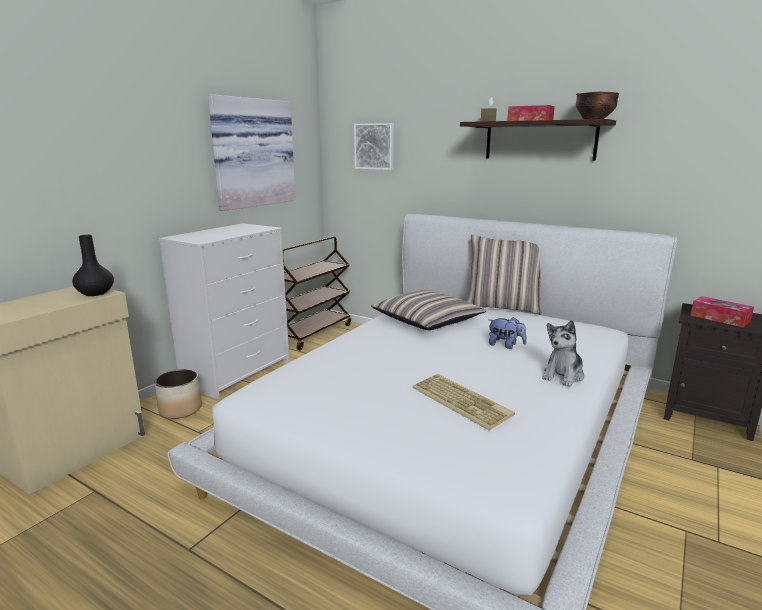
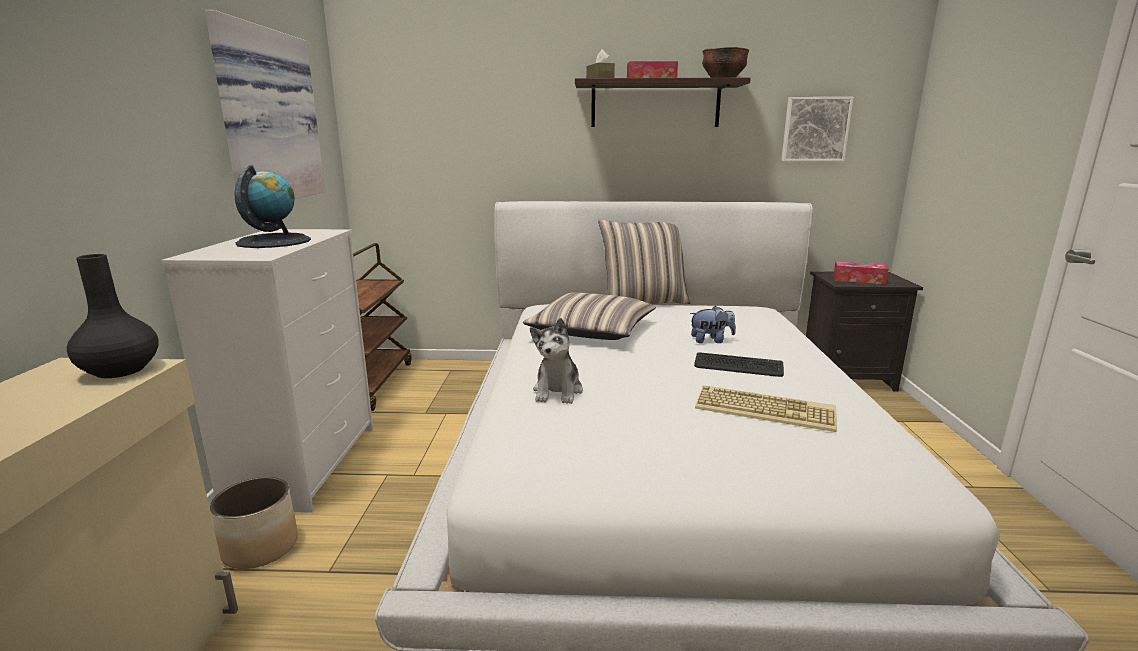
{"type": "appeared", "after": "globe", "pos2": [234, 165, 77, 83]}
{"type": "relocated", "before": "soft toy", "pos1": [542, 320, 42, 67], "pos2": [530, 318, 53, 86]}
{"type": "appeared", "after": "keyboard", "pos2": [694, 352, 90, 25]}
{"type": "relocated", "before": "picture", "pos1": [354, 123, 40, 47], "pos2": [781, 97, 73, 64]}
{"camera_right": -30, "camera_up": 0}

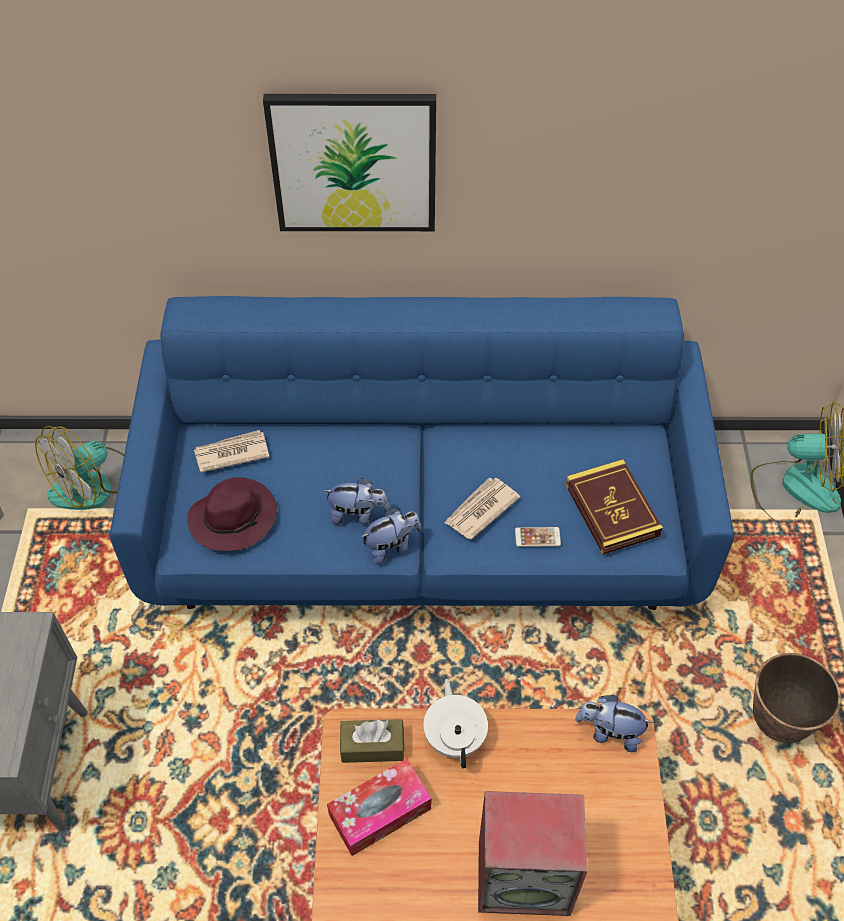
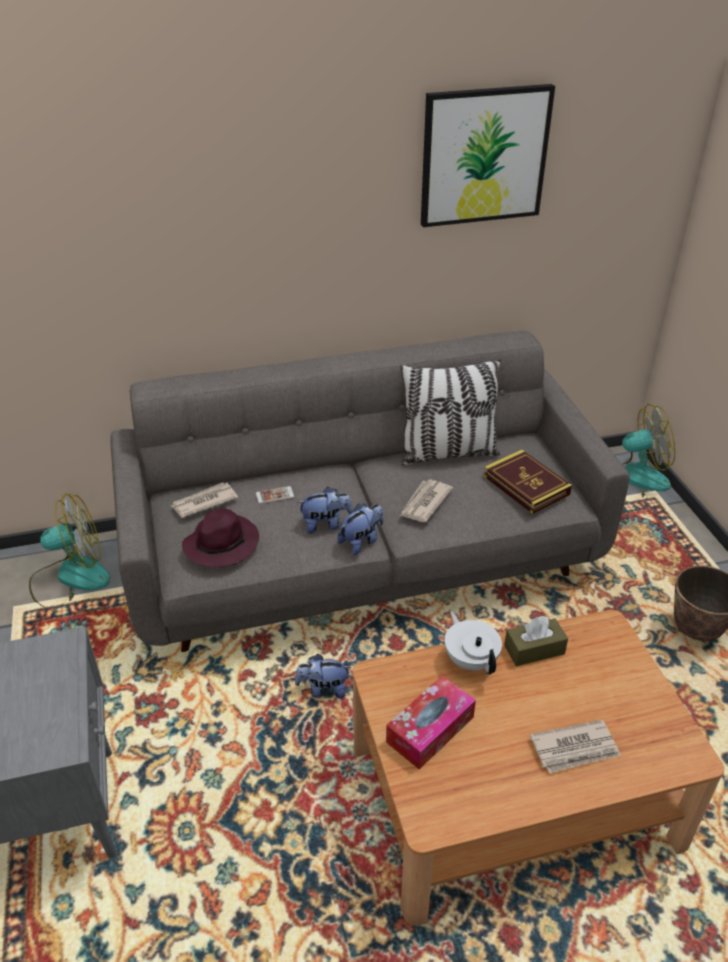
{"type": "spun", "before": "electric fan", "pos1": [35, 426, 89, 84], "pos2": [29, 493, 81, 118], "turn": -135}
{"type": "colour", "before": "settee in blue", "after": "settee in gray", "pos1": [109, 296, 625, 314], "pos2": [111, 331, 519, 321]}
{"type": "relocated", "before": "phone", "pos1": [515, 527, 46, 20], "pos2": [256, 486, 38, 18]}
{"type": "relocated", "before": "soft toy", "pos1": [575, 695, 79, 57], "pos2": [295, 654, 56, 45]}
{"type": "appeared", "after": "pillow", "pos2": [400, 359, 101, 106]}
{"type": "relocated", "before": "picture", "pos1": [263, 94, 173, 137], "pos2": [421, 84, 134, 143]}
{"type": "relocated", "before": "tissue box in brown-coloured", "pos1": [340, 719, 64, 44], "pos2": [504, 616, 64, 50]}
{"type": "exchanged", "before": "speaker", "after": "printed paper", "pos1": [478, 791, 110, 125], "pos2": [530, 720, 91, 54]}
{"camera_right": -15, "camera_up": -15}

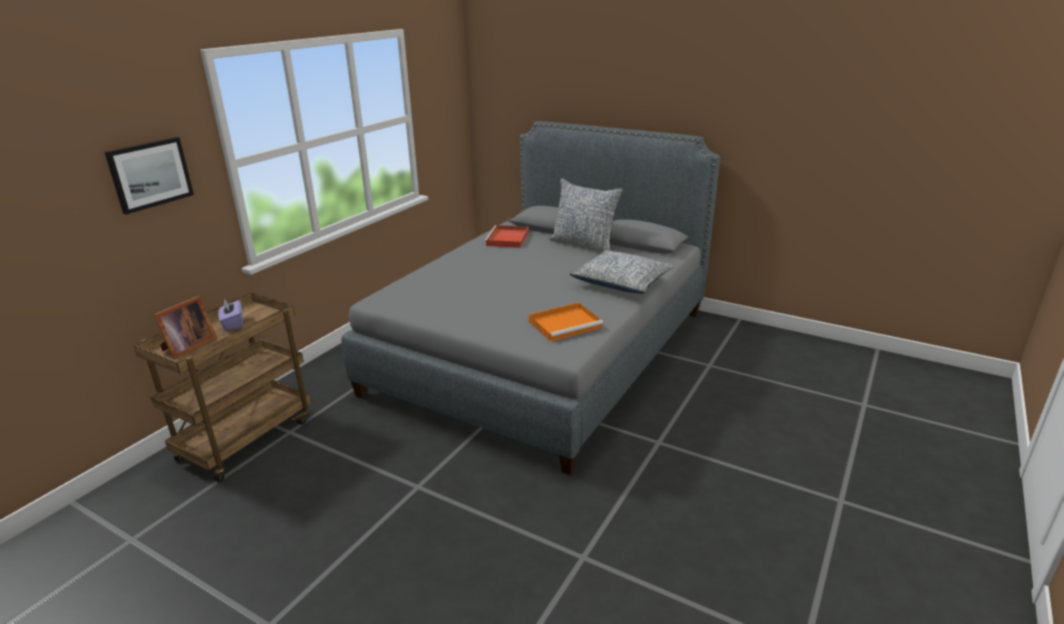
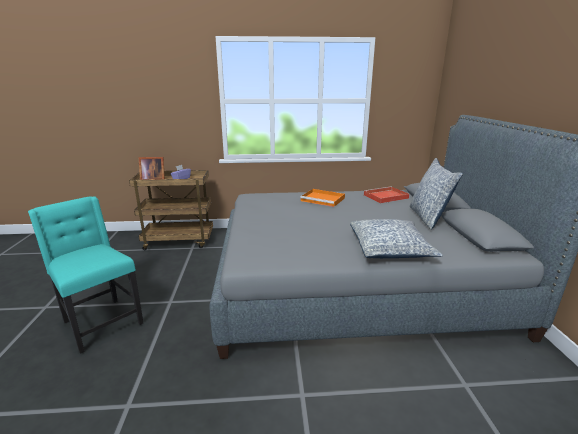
{"type": "appeared", "after": "chair in blue-green", "pos2": [28, 196, 115, 158]}
{"type": "relocated", "before": "tray in orange-coloured", "pos1": [529, 302, 74, 39], "pos2": [300, 189, 45, 18]}
{"type": "missing", "before": "picture", "pos1": [105, 137, 89, 78]}
{"camera_right": 55, "camera_up": -5}

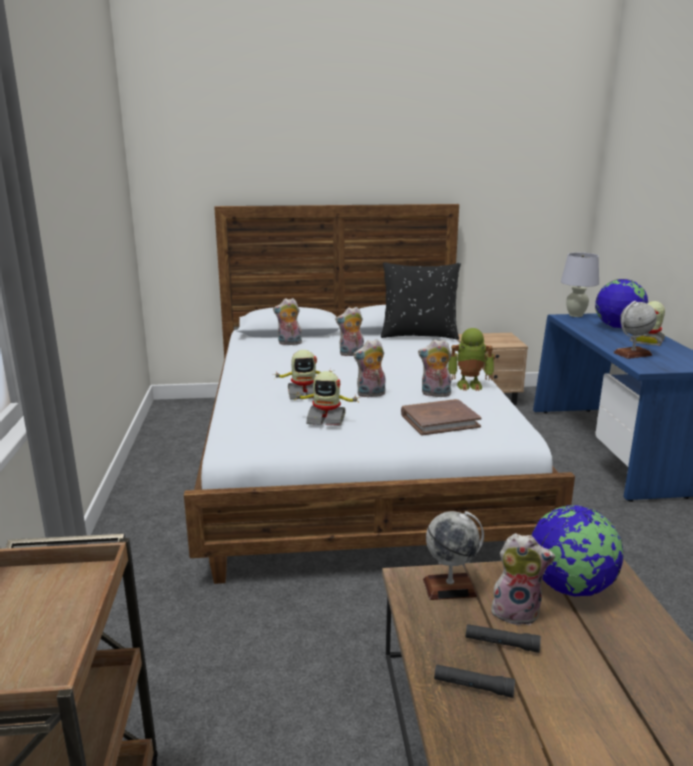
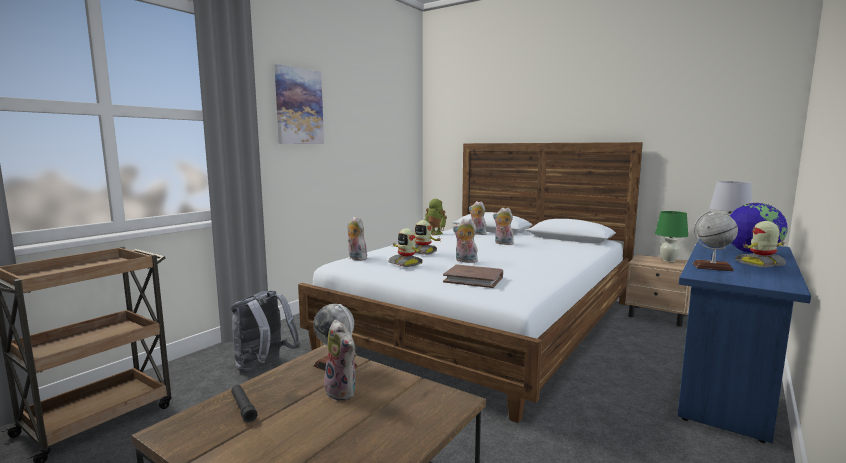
{"type": "appeared", "after": "rucksack in gray", "pos2": [231, 291, 70, 81]}
{"type": "appeared", "after": "picture", "pos2": [274, 64, 50, 80]}
{"type": "relocated", "before": "soft toy", "pos1": [418, 340, 34, 57], "pos2": [348, 216, 19, 45]}
{"type": "relocated", "before": "toy robot", "pos1": [448, 328, 47, 63], "pos2": [425, 199, 22, 36]}
{"type": "appeared", "after": "lamp for a table in greenish", "pos2": [655, 211, 33, 51]}
{"type": "missing", "before": "pillow in blackish", "pos1": [381, 262, 80, 78]}
{"type": "missing", "before": "hand torch in blackish", "pos1": [466, 624, 75, 29]}
{"type": "missing", "before": "globe", "pos1": [531, 505, 92, 92]}
{"camera_right": 40, "camera_up": -10}

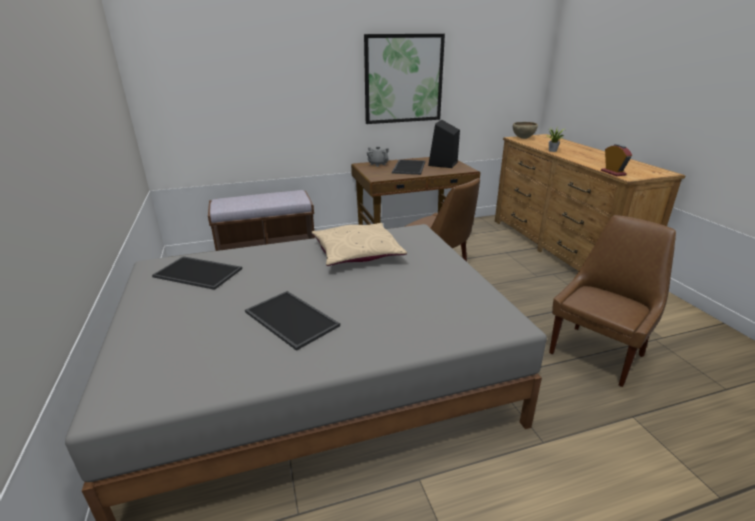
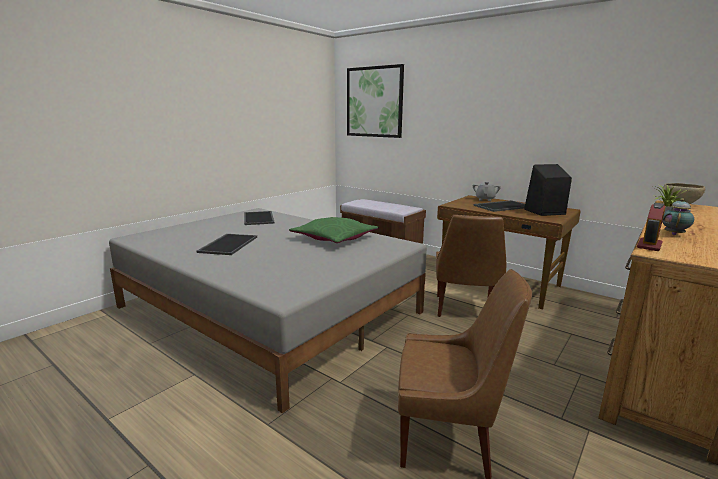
{"type": "colour", "before": "pillow in beige", "after": "pillow in greenish", "pos1": [311, 223, 96, 43], "pos2": [289, 217, 90, 26]}
{"type": "relocated", "before": "picture", "pos1": [364, 34, 81, 90], "pos2": [347, 64, 57, 74]}
{"type": "appeared", "after": "tea pot", "pos2": [662, 198, 32, 37]}
{"camera_right": 55, "camera_up": -10}

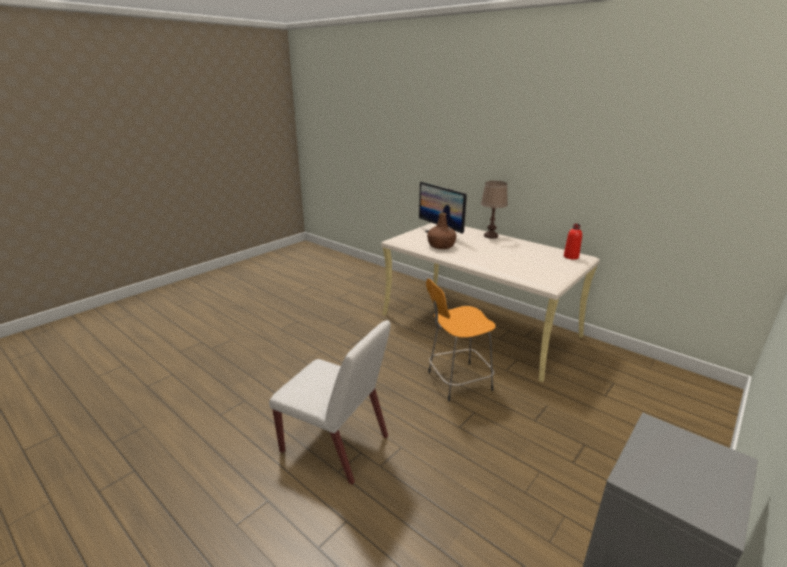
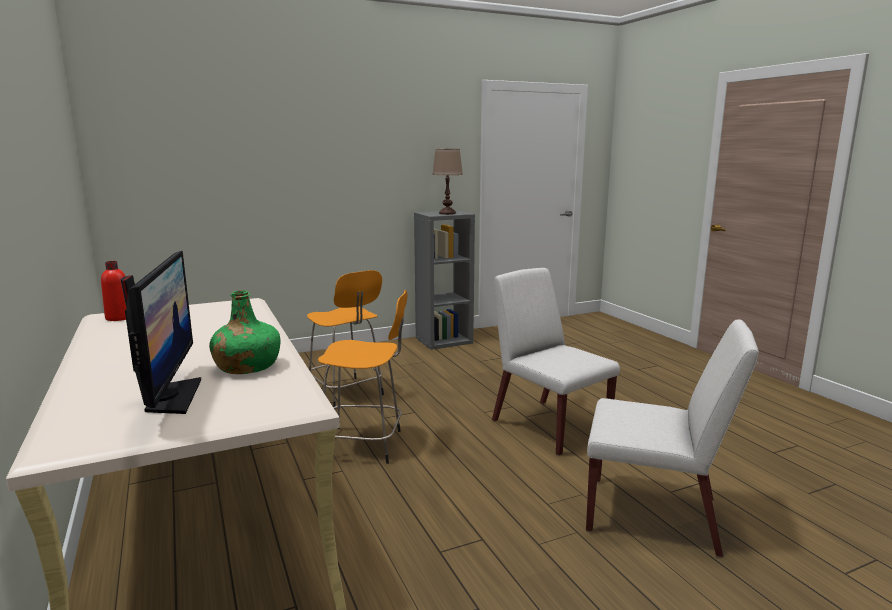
{"type": "colour", "before": "drink bottle in brown-coloured", "after": "drink bottle in greenish", "pos1": [427, 212, 29, 37], "pos2": [209, 290, 71, 84]}
{"type": "appeared", "after": "sitting stool in orange-coloured", "pos2": [307, 270, 77, 139]}
{"type": "relocated", "before": "lamp for a table in brown-coloured", "pos1": [481, 181, 27, 58], "pos2": [432, 149, 31, 66]}
{"type": "appeared", "after": "chair in white", "pos2": [586, 319, 173, 238]}
{"camera_right": -155, "camera_up": -10}

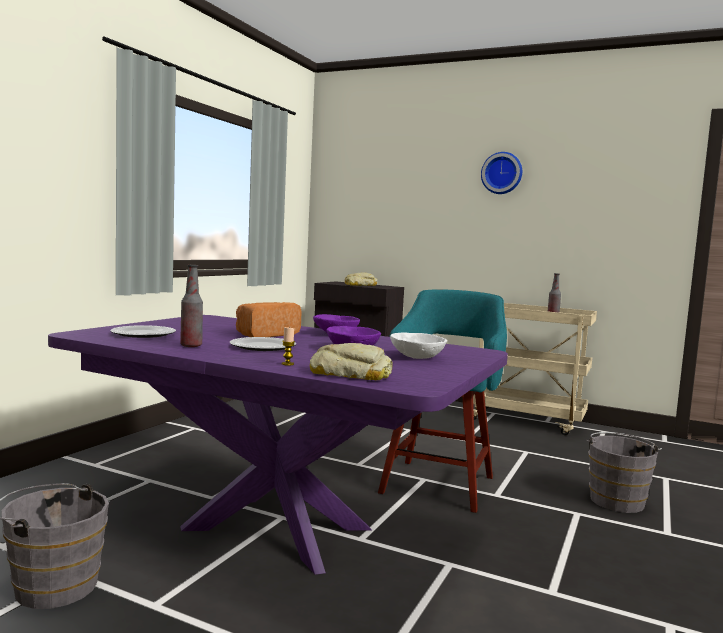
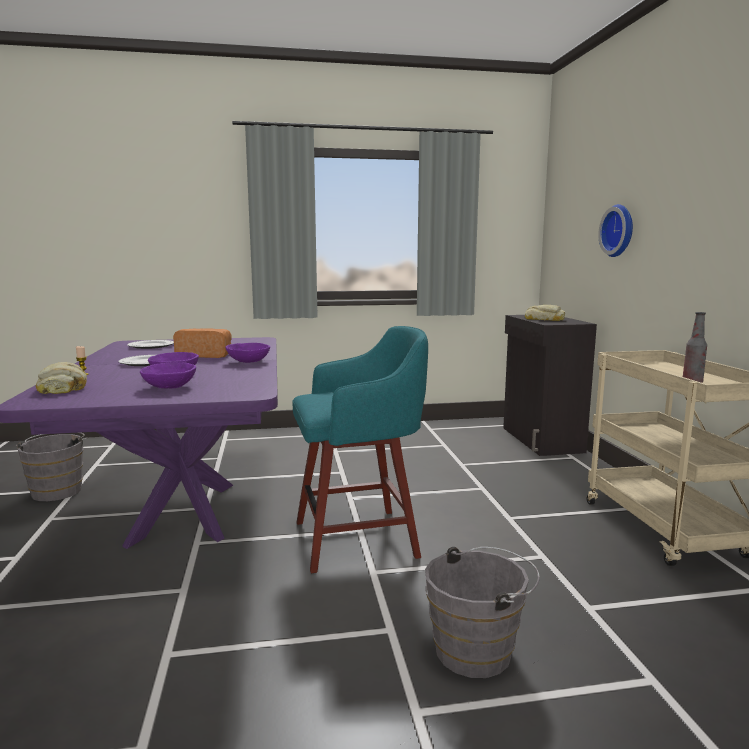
{"type": "colour", "before": "serving bowl in white", "after": "serving bowl in purple", "pos1": [390, 332, 57, 27], "pos2": [140, 362, 56, 27]}
{"type": "relocated", "before": "hanging clock", "pos1": [481, 152, 41, 42], "pos2": [598, 204, 35, 53]}
{"type": "missing", "before": "drink bottle", "pos1": [180, 265, 23, 82]}
{"camera_right": 55, "camera_up": 5}

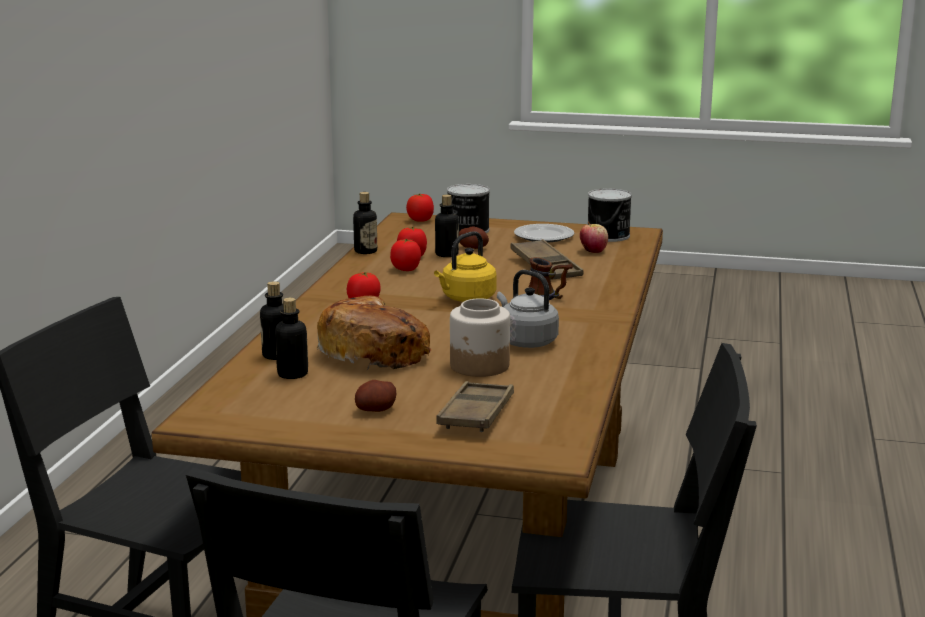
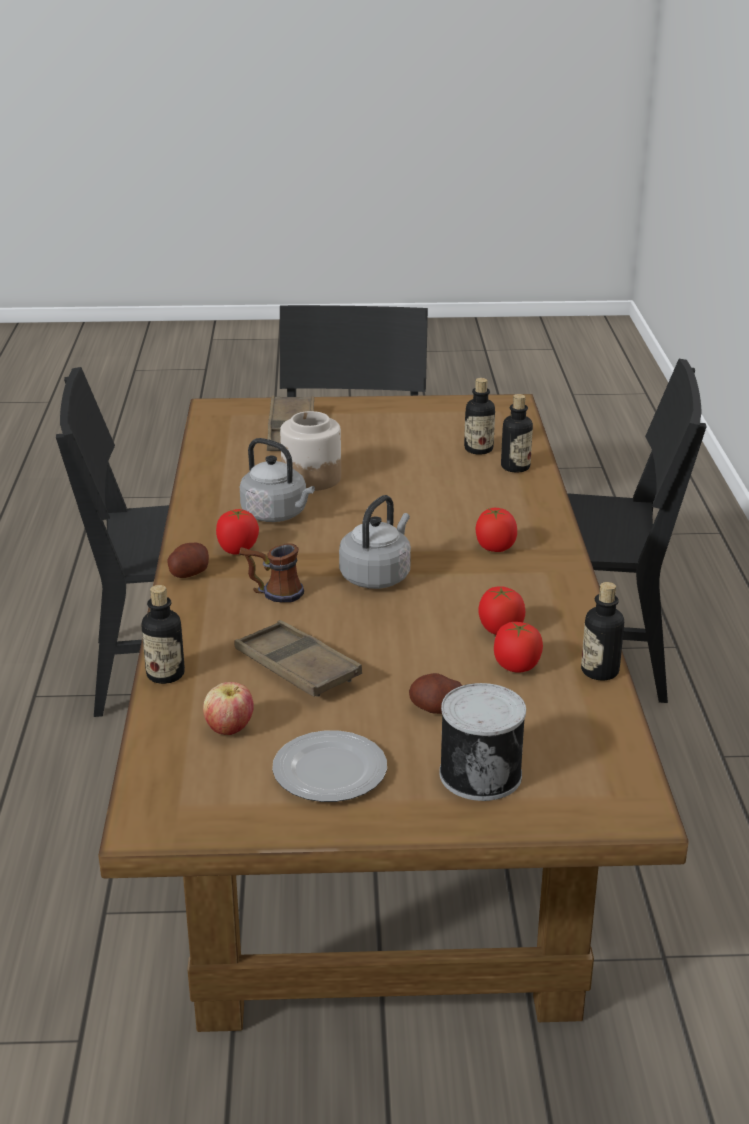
{"type": "relocated", "before": "drink bottle", "pos1": [435, 195, 24, 62], "pos2": [142, 585, 43, 99]}
{"type": "relocated", "before": "potato", "pos1": [355, 380, 41, 32], "pos2": [168, 542, 41, 36]}
{"type": "relocated", "before": "whole tomato", "pos1": [406, 193, 28, 29], "pos2": [216, 509, 43, 46]}
{"type": "colour", "before": "kettle in yellow-coloured", "after": "kettle in gray", "pos1": [434, 231, 63, 71], "pos2": [339, 495, 72, 94]}
{"type": "missing", "before": "bakery bread", "pos1": [317, 296, 115, 74]}
{"type": "missing", "before": "can", "pos1": [588, 188, 44, 54]}
{"camera_right": 165, "camera_up": 10}

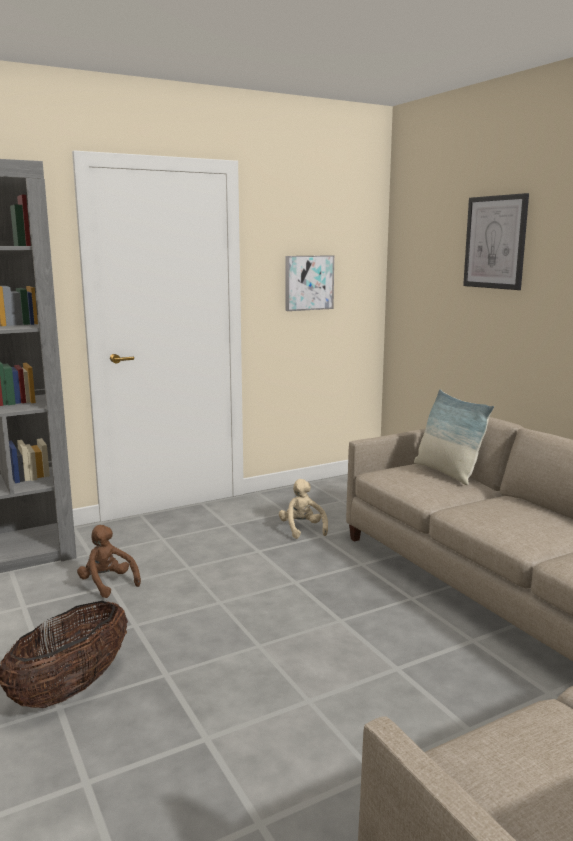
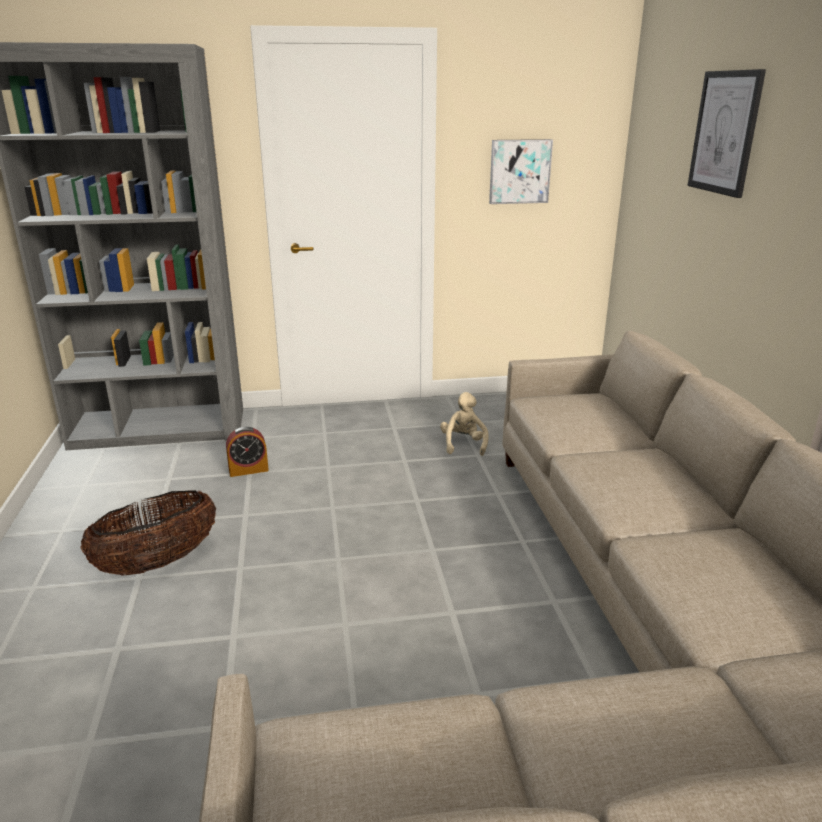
{"type": "exchanged", "before": "soft toy in brown-coloured", "after": "alarm clock", "pos1": [77, 525, 64, 73], "pos2": [226, 427, 43, 50]}
{"type": "missing", "before": "pillow", "pos1": [414, 389, 80, 96]}
{"camera_right": 20, "camera_up": 10}

